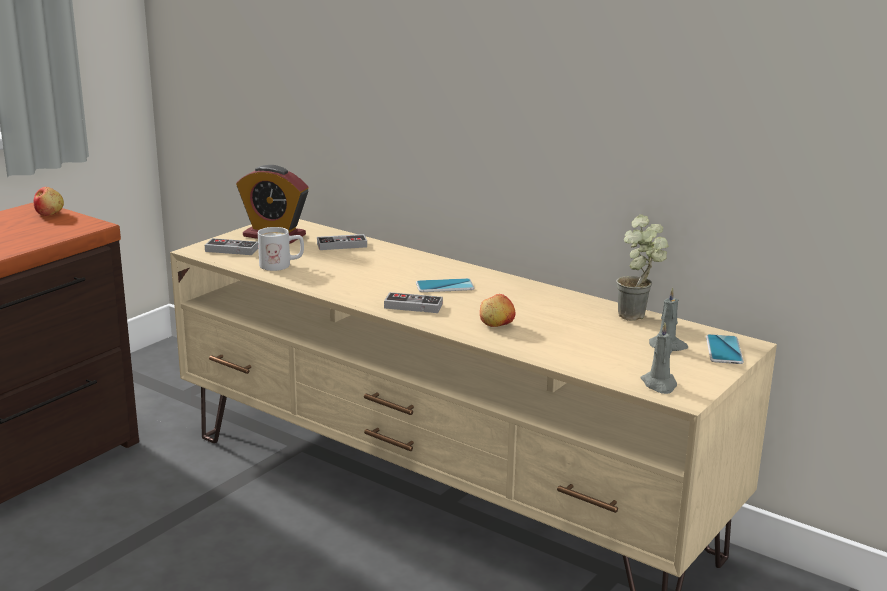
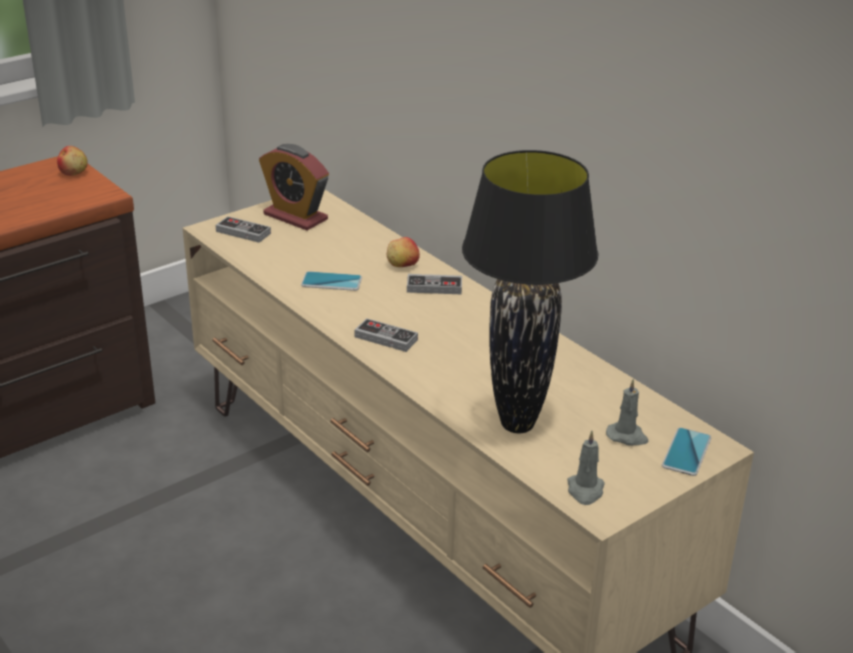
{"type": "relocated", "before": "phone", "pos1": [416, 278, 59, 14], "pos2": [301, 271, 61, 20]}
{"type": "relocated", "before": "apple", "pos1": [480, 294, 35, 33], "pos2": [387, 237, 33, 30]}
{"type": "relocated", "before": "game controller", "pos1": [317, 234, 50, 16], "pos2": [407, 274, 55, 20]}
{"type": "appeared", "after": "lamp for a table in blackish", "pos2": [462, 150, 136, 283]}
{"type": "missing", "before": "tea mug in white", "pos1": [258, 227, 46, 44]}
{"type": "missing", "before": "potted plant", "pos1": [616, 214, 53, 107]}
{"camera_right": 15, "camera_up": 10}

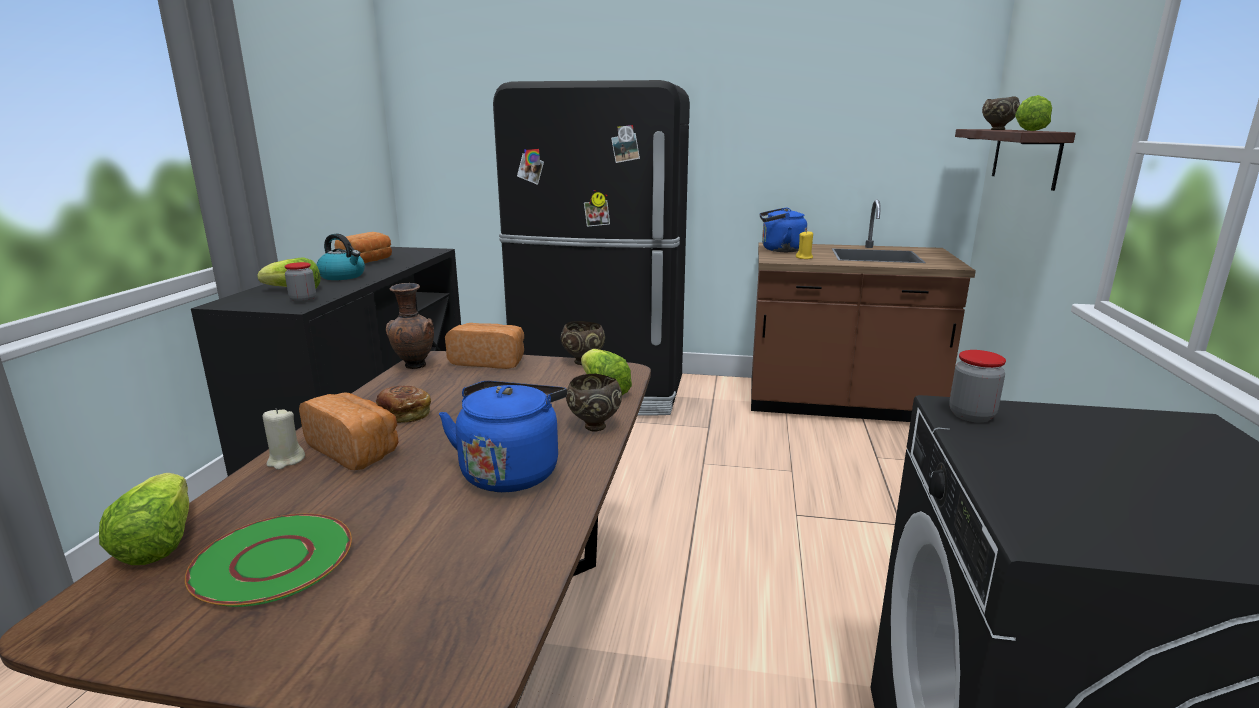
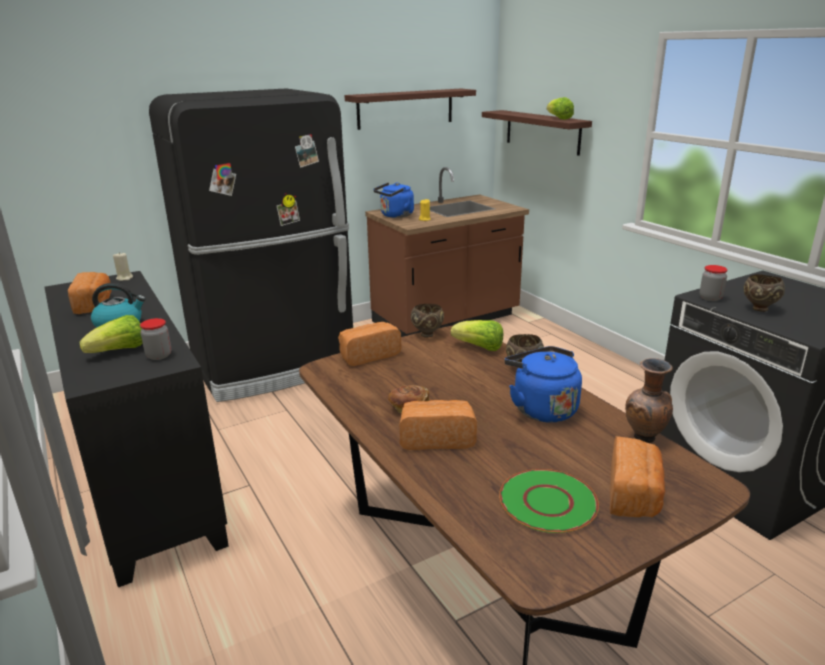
{"type": "relocated", "before": "candle in beige", "pos1": [262, 408, 43, 62], "pos2": [113, 252, 20, 29]}
{"type": "appeared", "after": "wall shelf", "pos2": [344, 89, 132, 41]}
{"type": "appeared", "after": "bakery bread", "pos2": [610, 436, 55, 81]}
{"type": "relocated", "before": "vase in brown-coloured", "pos1": [386, 283, 48, 86], "pos2": [625, 358, 48, 85]}
{"type": "relocated", "before": "serving bowl in brown-coloured", "pos1": [982, 97, 38, 33], "pos2": [744, 274, 41, 38]}
{"type": "missing", "before": "lettuce", "pos1": [99, 473, 90, 92]}
{"camera_right": -40, "camera_up": 5}

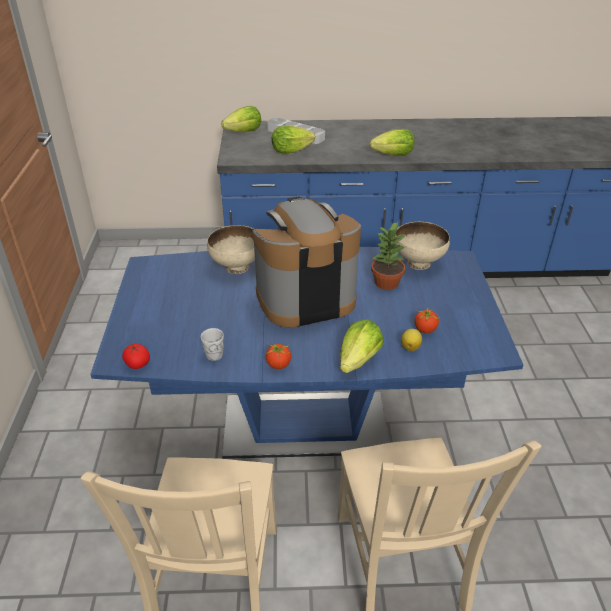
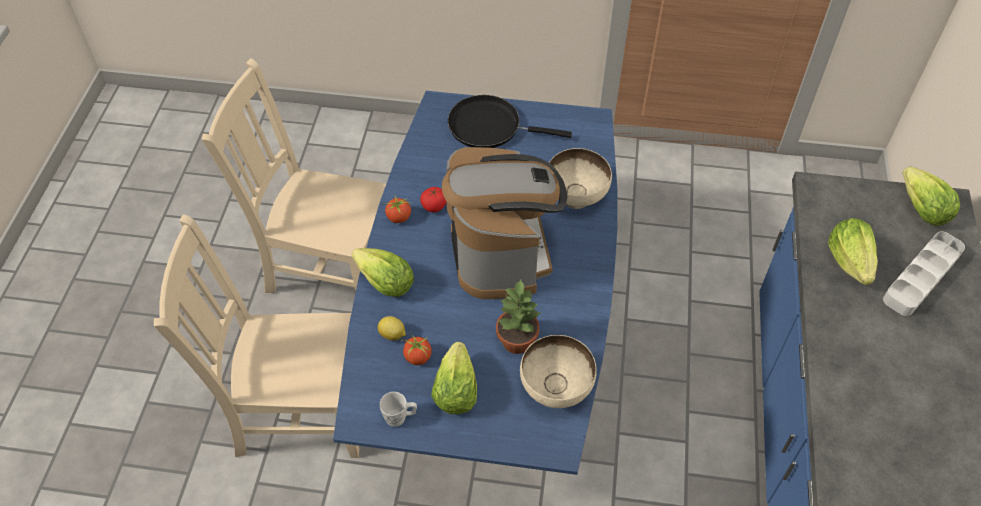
{"type": "relocated", "before": "tea mug in white", "pos1": [201, 328, 23, 33], "pos2": [380, 392, 37, 35]}
{"type": "relocated", "before": "whole tomato", "pos1": [122, 344, 28, 25], "pos2": [420, 187, 27, 25]}
{"type": "relocated", "before": "lettuce", "pos1": [370, 129, 44, 27], "pos2": [431, 342, 46, 72]}
{"type": "appeared", "after": "skillet in blackish", "pos2": [448, 95, 124, 53]}
{"camera_right": 100, "camera_up": 15}

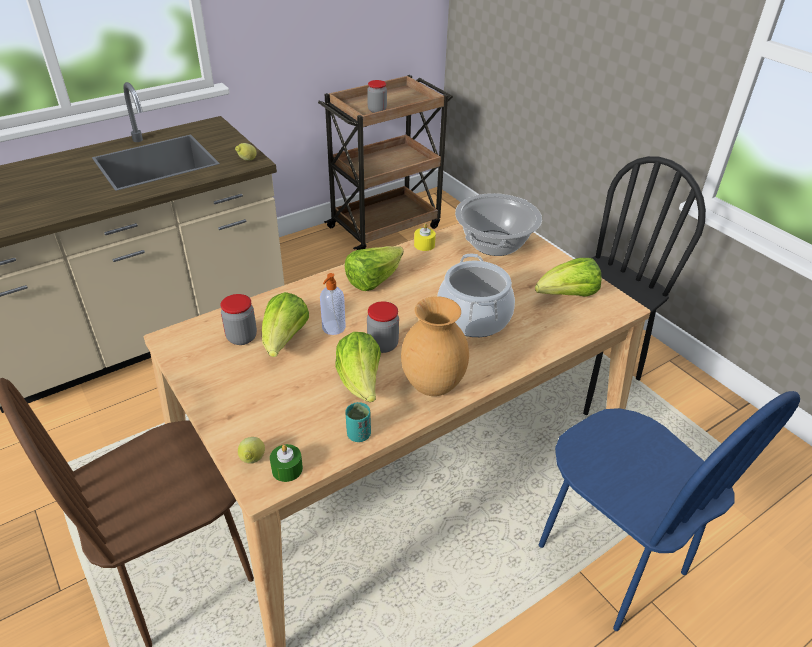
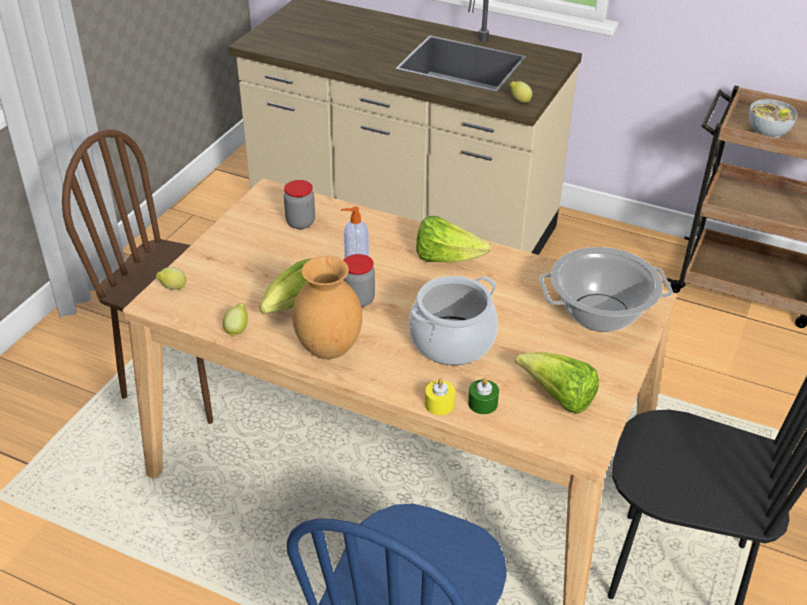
{"type": "exchanged", "before": "cup in blue-green", "after": "whole lemon", "pos1": [345, 402, 26, 40], "pos2": [223, 303, 25, 34]}
{"type": "relocated", "before": "candle in yellow-coloured", "pos1": [414, 223, 22, 28], "pos2": [425, 379, 30, 36]}
{"type": "relocated", "before": "candle in greenish", "pos1": [270, 444, 33, 38], "pos2": [468, 378, 31, 37]}
{"type": "exchanged", "before": "jar", "after": "serving bowl", "pos1": [367, 80, 20, 33], "pos2": [749, 99, 49, 39]}
{"type": "missing", "before": "lettuce", "pos1": [262, 292, 47, 65]}
{"camera_right": 60, "camera_up": 0}

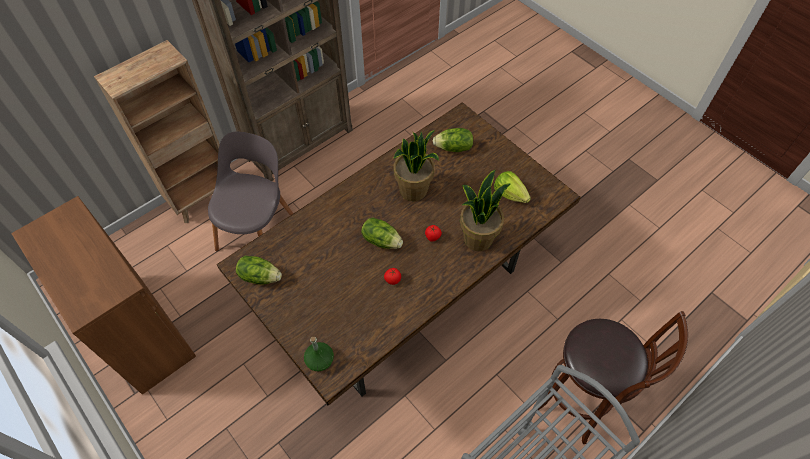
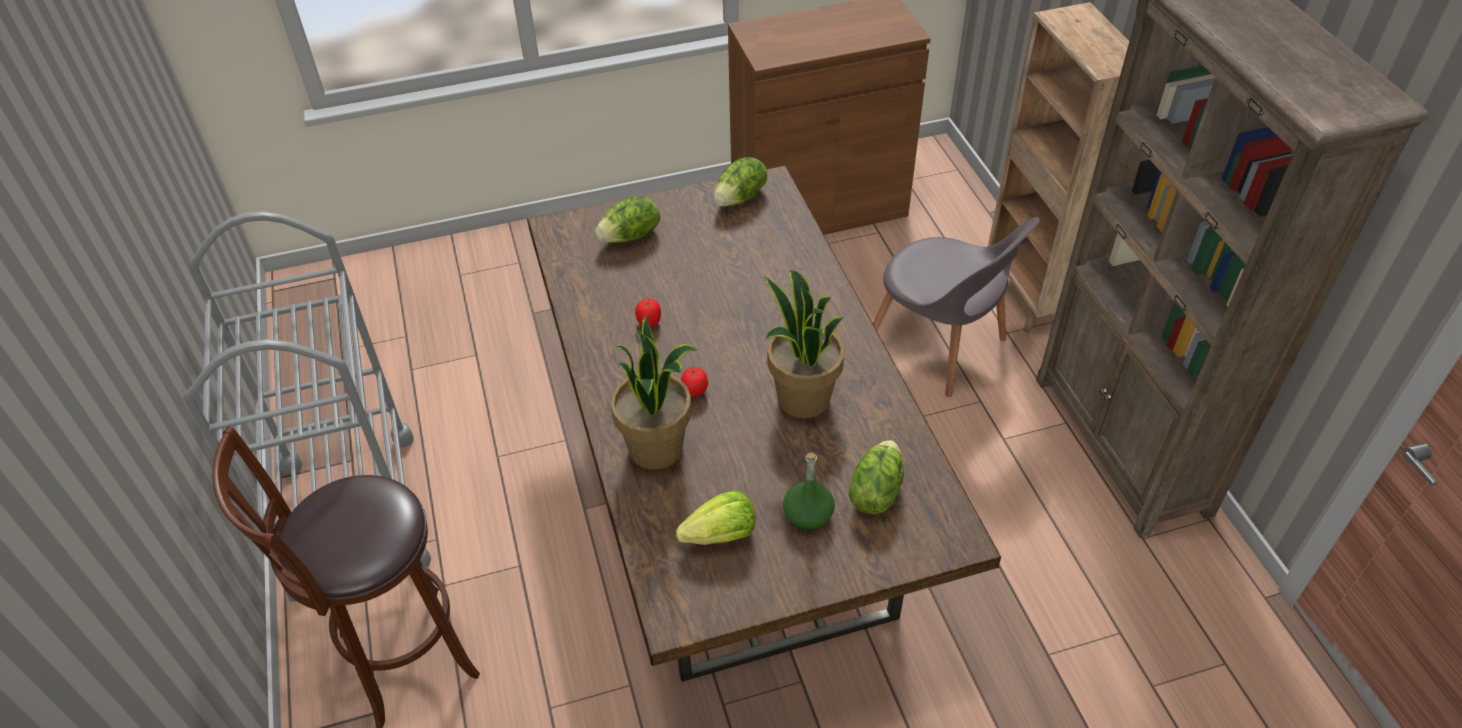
{"type": "relocated", "before": "lettuce", "pos1": [361, 218, 42, 31], "pos2": [595, 196, 65, 47]}
{"type": "relocated", "before": "drink bottle in greenish", "pos1": [304, 337, 30, 34], "pos2": [783, 452, 52, 79]}
{"camera_right": 115, "camera_up": -10}

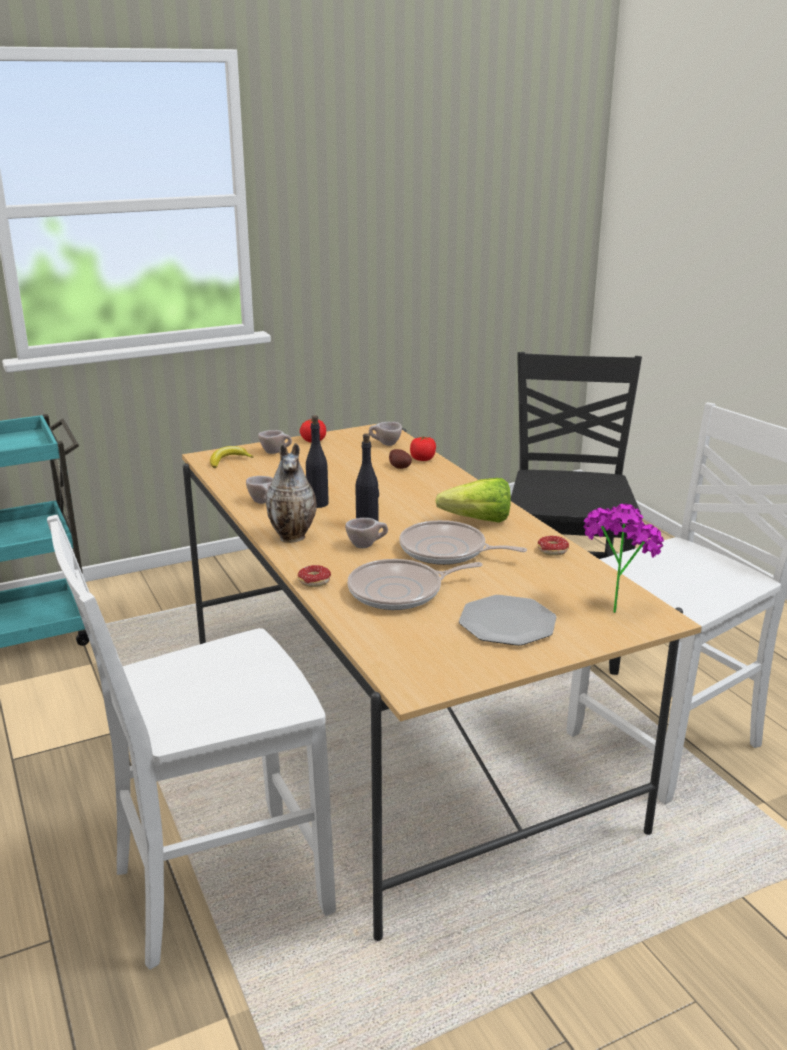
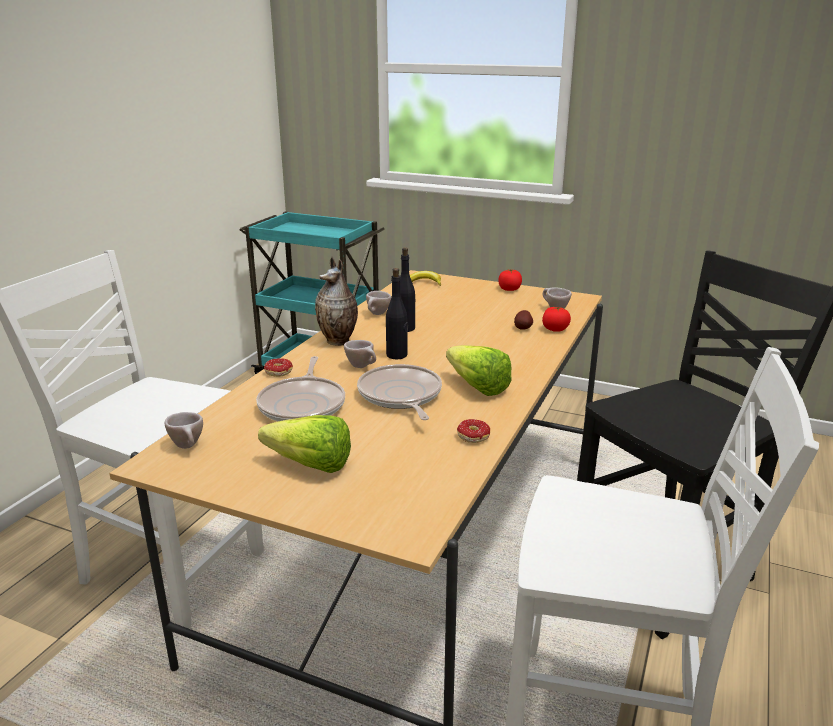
{"type": "relocated", "before": "cup in beige", "pos1": [258, 430, 34, 24], "pos2": [165, 412, 38, 37]}
{"type": "spun", "before": "skillet", "pos1": [348, 559, 134, 51], "pos2": [256, 356, 89, 65], "turn": -120}
{"type": "exchanged", "before": "dinner plate", "after": "lettuce", "pos1": [459, 595, 98, 51], "pos2": [258, 415, 93, 58]}
{"type": "missing", "before": "potted plant", "pos1": [583, 503, 81, 110]}
{"camera_right": 50, "camera_up": 0}

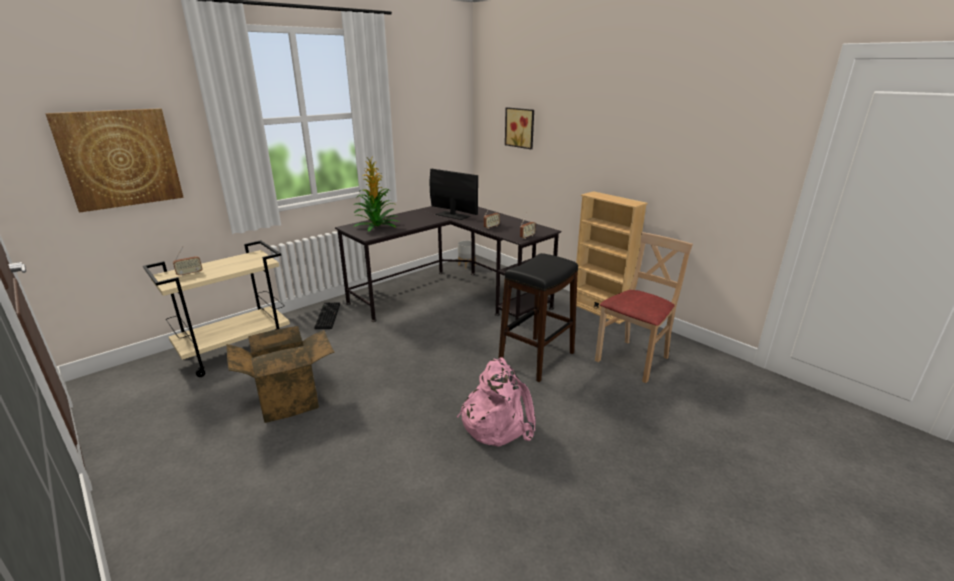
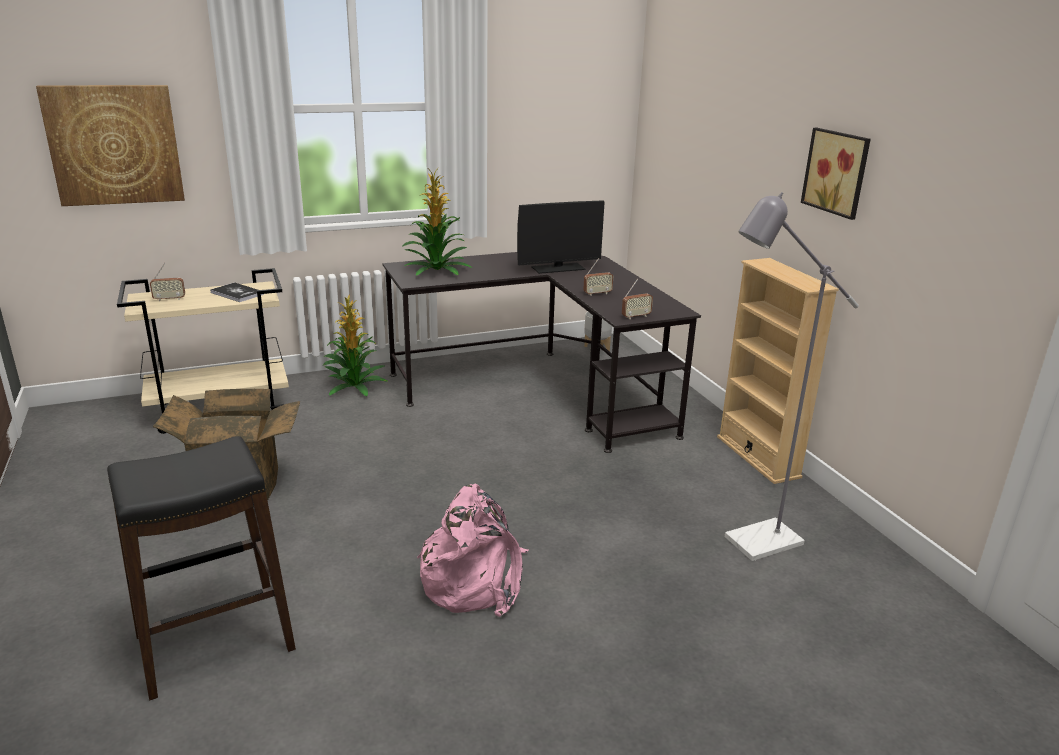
{"type": "relocated", "before": "sitting stool in blackish", "pos1": [498, 253, 80, 129], "pos2": [107, 436, 189, 264]}
{"type": "appeared", "after": "bound book", "pos2": [210, 282, 54, 20]}
{"type": "exchanged", "before": "keyboard", "after": "potted plant", "pos1": [314, 302, 26, 27], "pos2": [323, 294, 66, 102]}
{"type": "spun", "before": "computer screen", "pos1": [429, 169, 49, 51], "pos2": [517, 200, 88, 74], "turn": 105}
{"type": "exchanged", "before": "chair in beige", "after": "standing lamp in gray", "pos1": [595, 232, 98, 151], "pos2": [725, 192, 134, 369]}
{"type": "relocated", "before": "picture", "pos1": [505, 107, 29, 42], "pos2": [801, 128, 70, 92]}
{"camera_right": 20, "camera_up": 0}

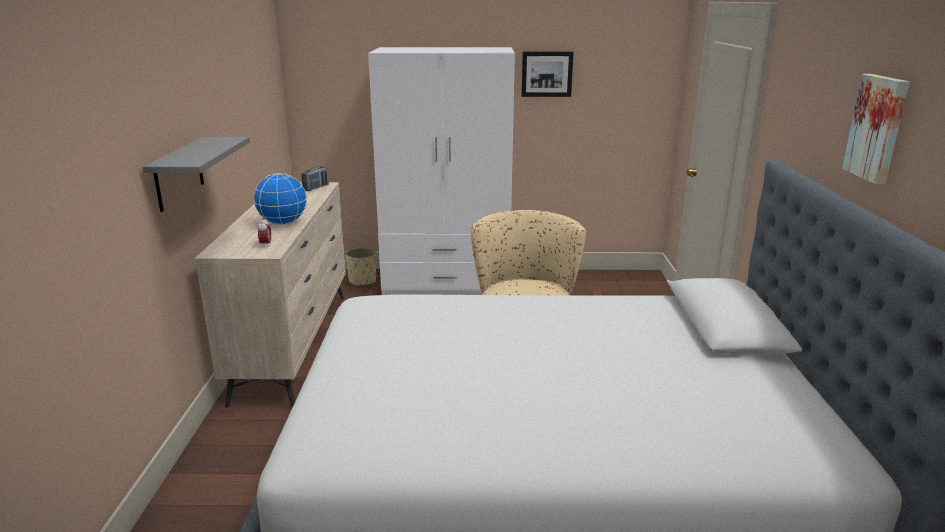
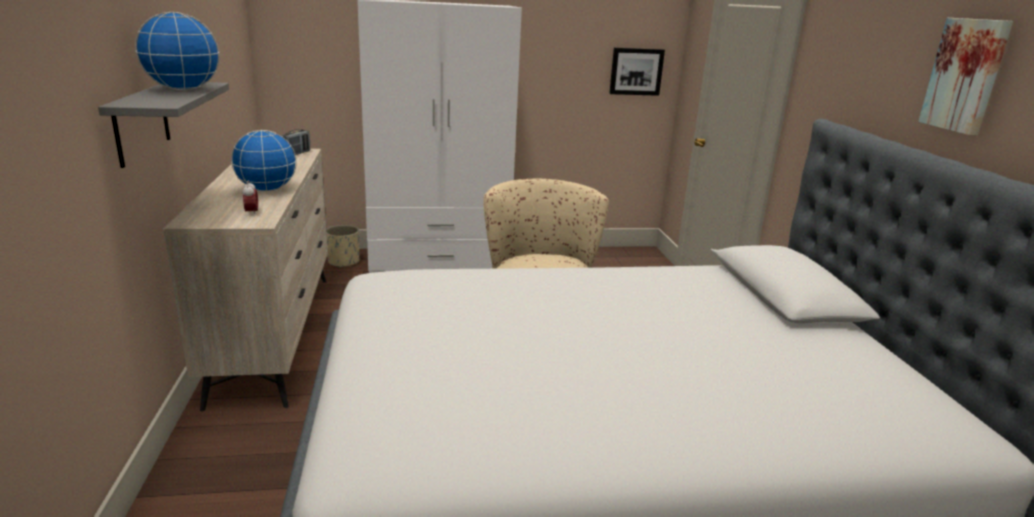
{"type": "appeared", "after": "globe", "pos2": [135, 12, 84, 79]}
{"type": "relocated", "before": "picture", "pos1": [521, 51, 53, 46], "pos2": [609, 47, 56, 49]}
{"camera_right": -10, "camera_up": 0}

